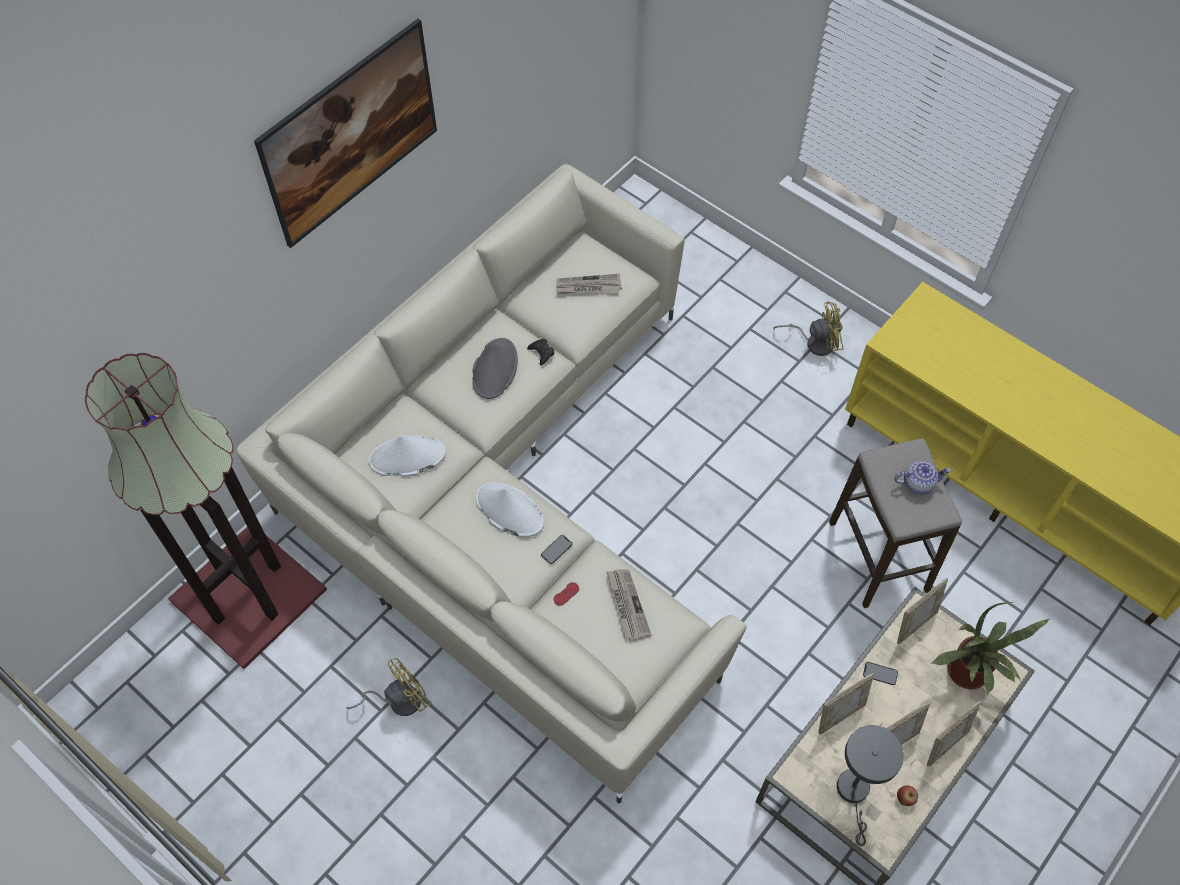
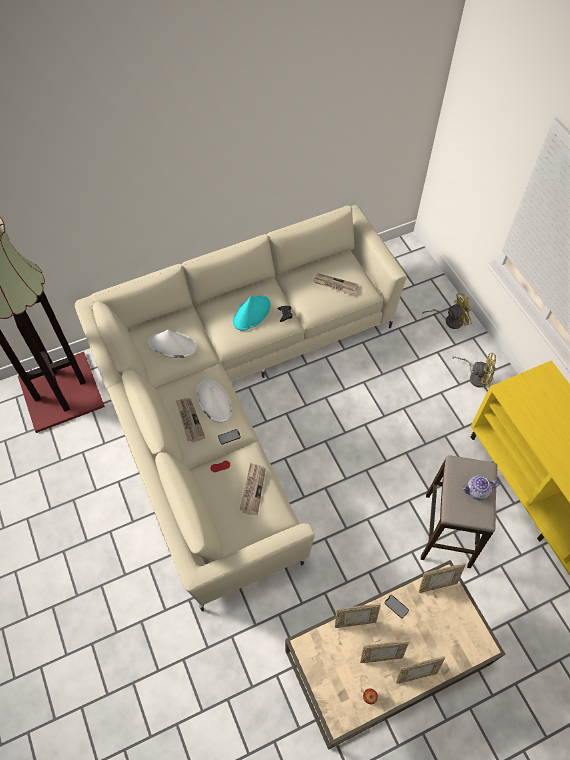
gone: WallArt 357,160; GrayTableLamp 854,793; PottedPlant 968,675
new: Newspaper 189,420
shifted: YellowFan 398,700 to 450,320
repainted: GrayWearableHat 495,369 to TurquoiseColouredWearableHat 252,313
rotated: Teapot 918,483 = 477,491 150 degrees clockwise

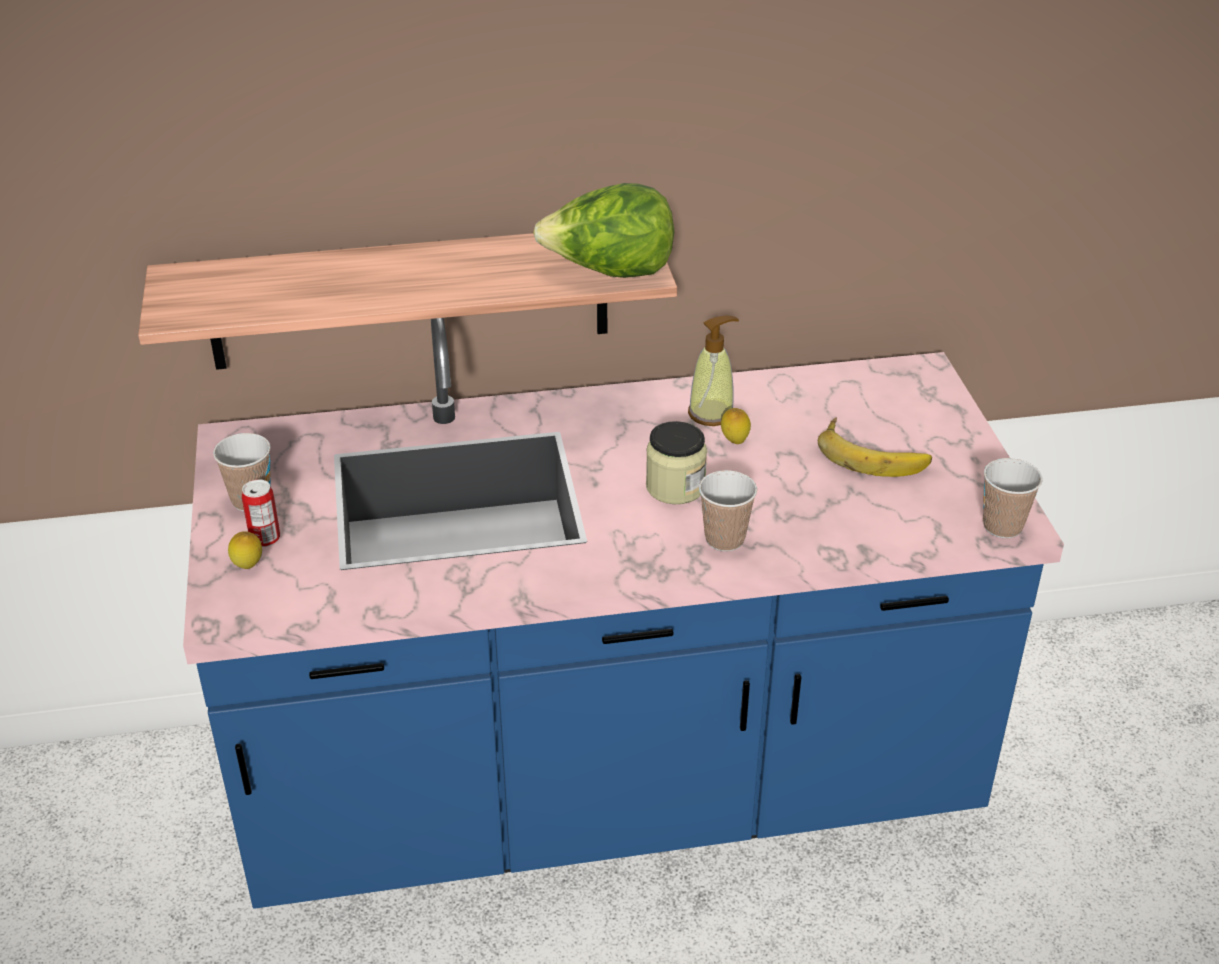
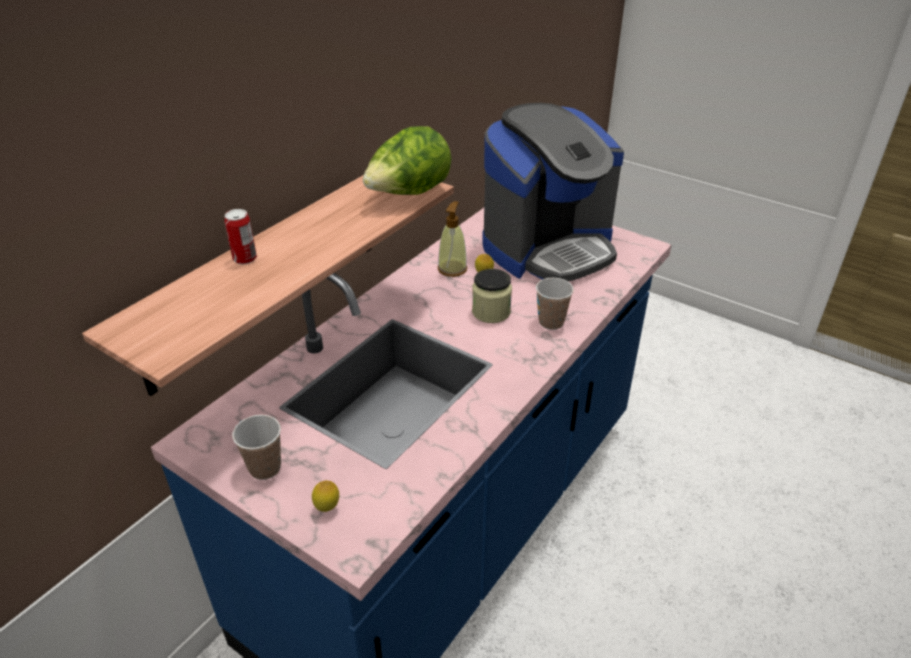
gone: DrinkingCup 1002,526
shifted: SealedCan 265,538 to 245,258
swapped: WholeBanana 873,454 to CoffeeMaker 548,248

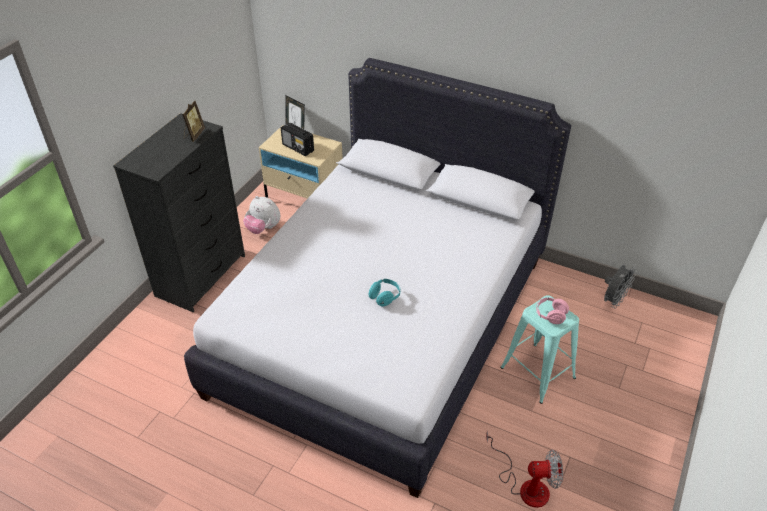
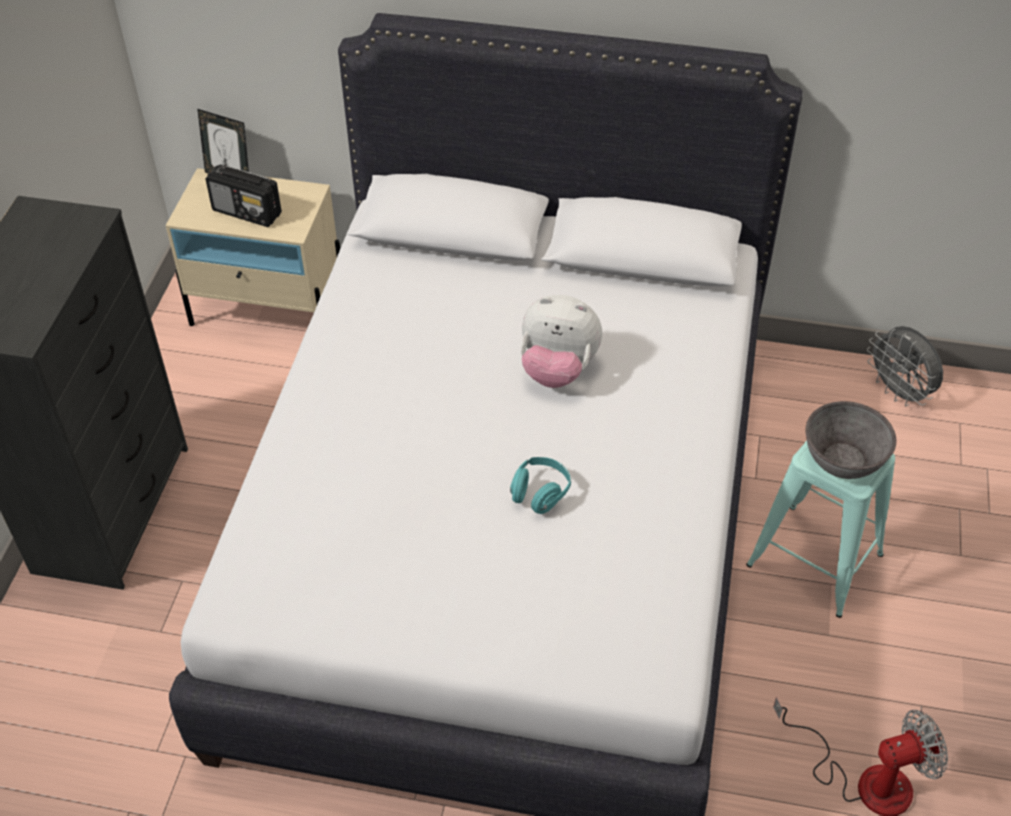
gone: StandingFrame 194,135
shifted: SoftToy 263,228 to 558,370
swapped: PinkColouredHeadphones 550,315 to GrayServingBowl 843,459
rotated: GrayFan 613,300 = 899,392 120 degrees clockwise

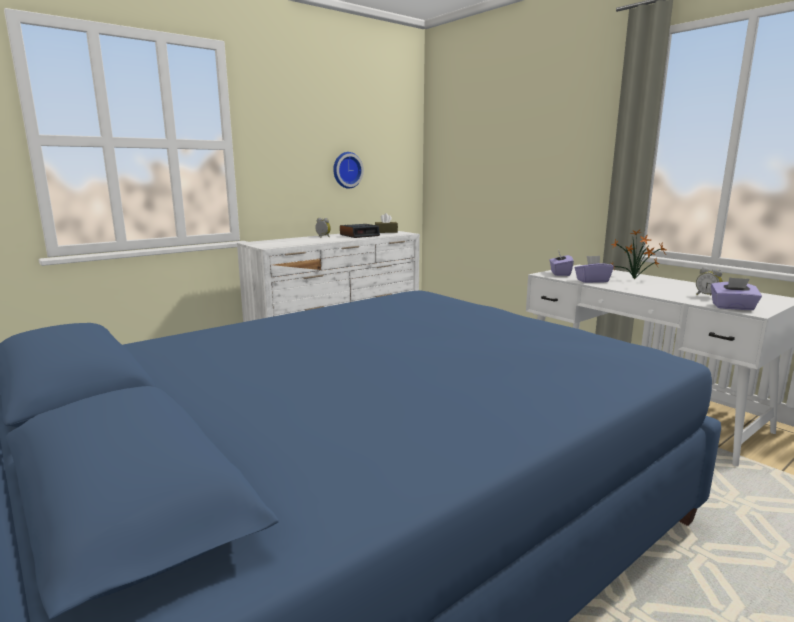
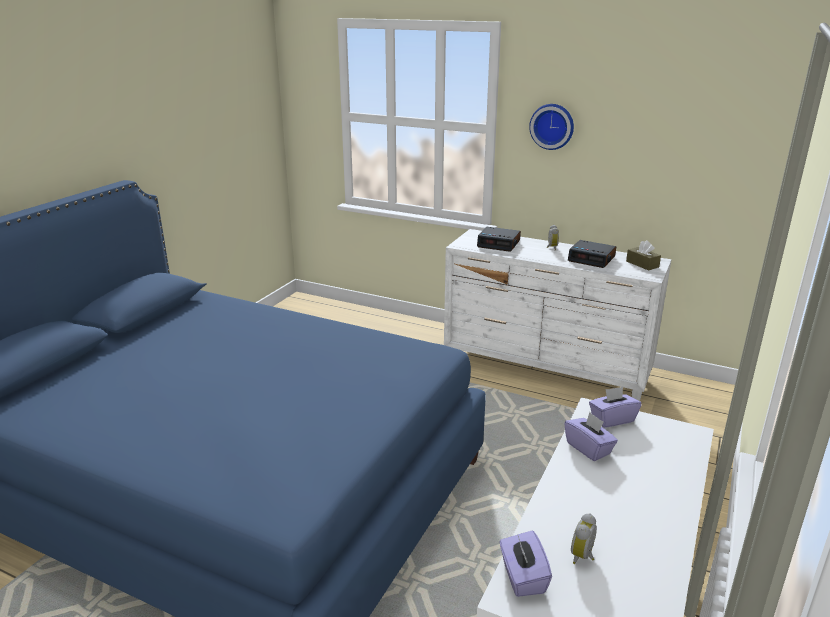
gone: PottedPlant 635,279
new: AlarmClock 499,244
shifted: WallClock 346,170 to 552,126

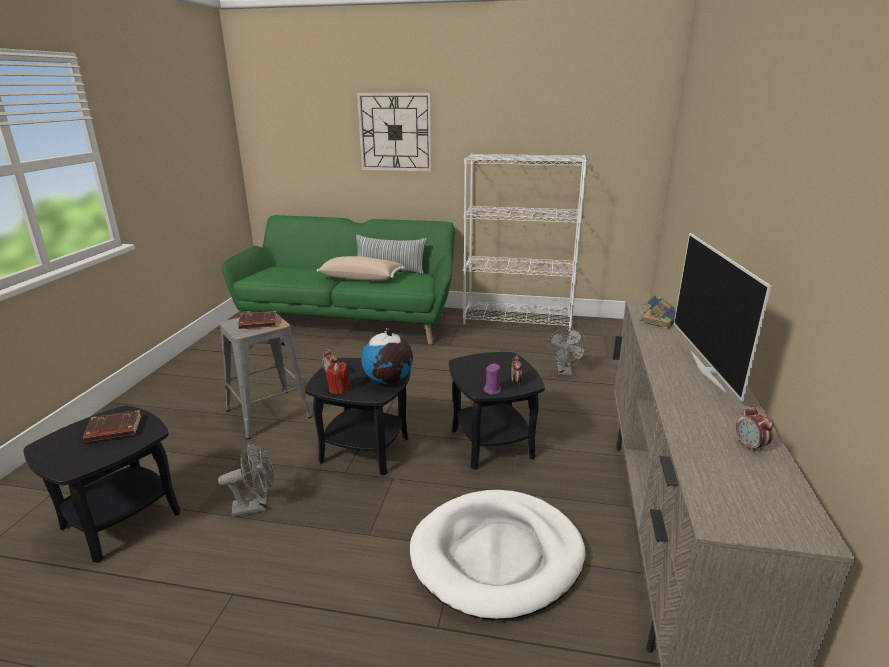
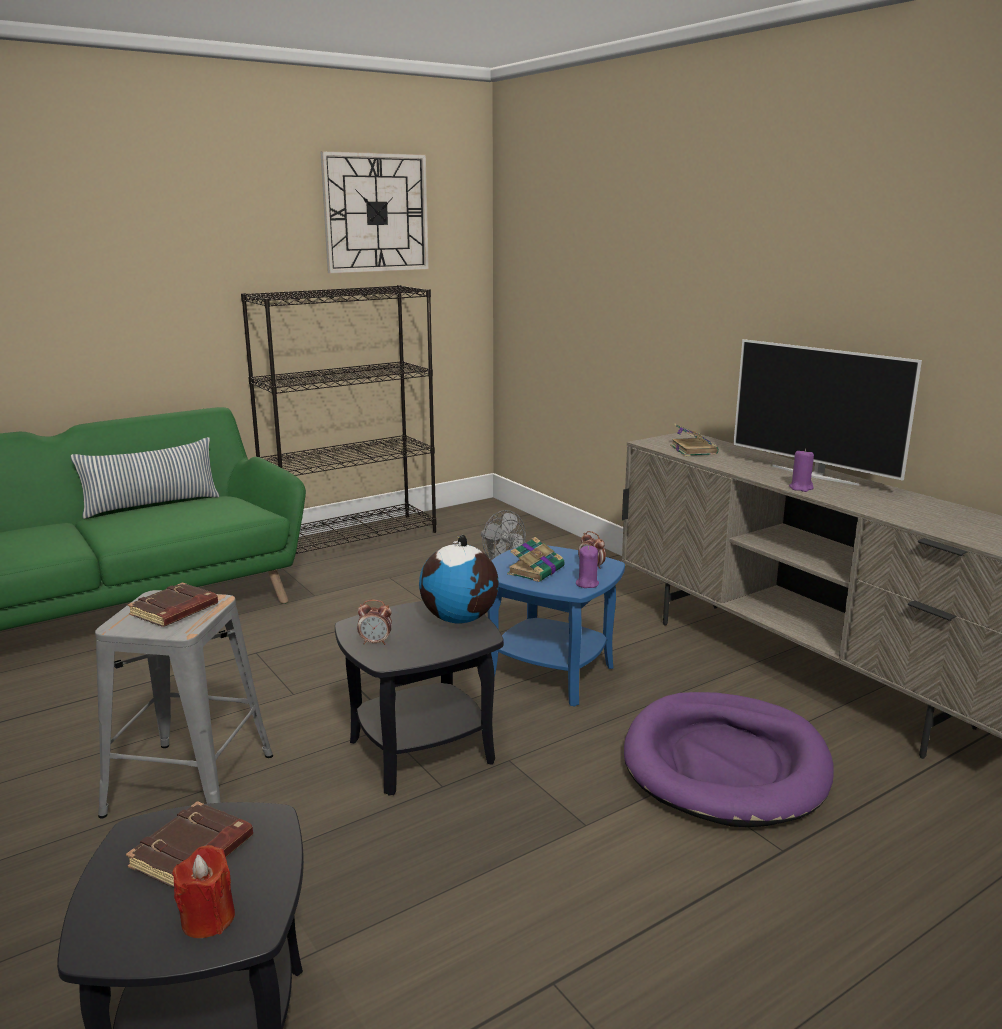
gone: GrayFan 256,506; BeigePillow 361,278; AlarmClock 750,446
new: BoundBook 536,570; PurplishWaxLight 801,488
shifted: RedWaxLight 339,389 to 208,919; WallClock 395,132 to 376,213
repainted: WhiteColouredPetBed 497,556 to PurplishPetBed 725,764; BlackEndTable 492,444 to BlueColouredEndTable 551,674; WhiteColouredShelvingUnit 518,320 to BlackShelvingUnit 352,538

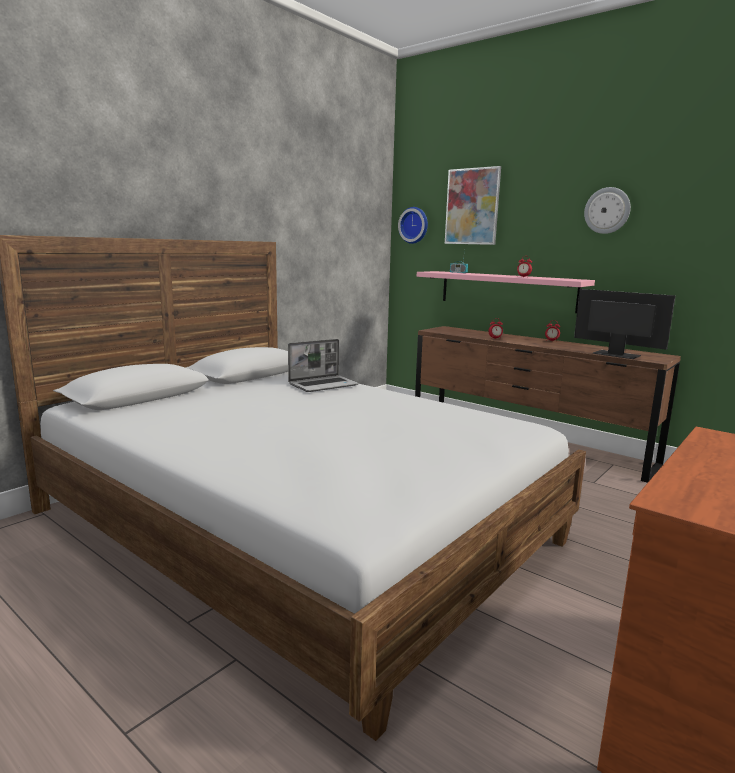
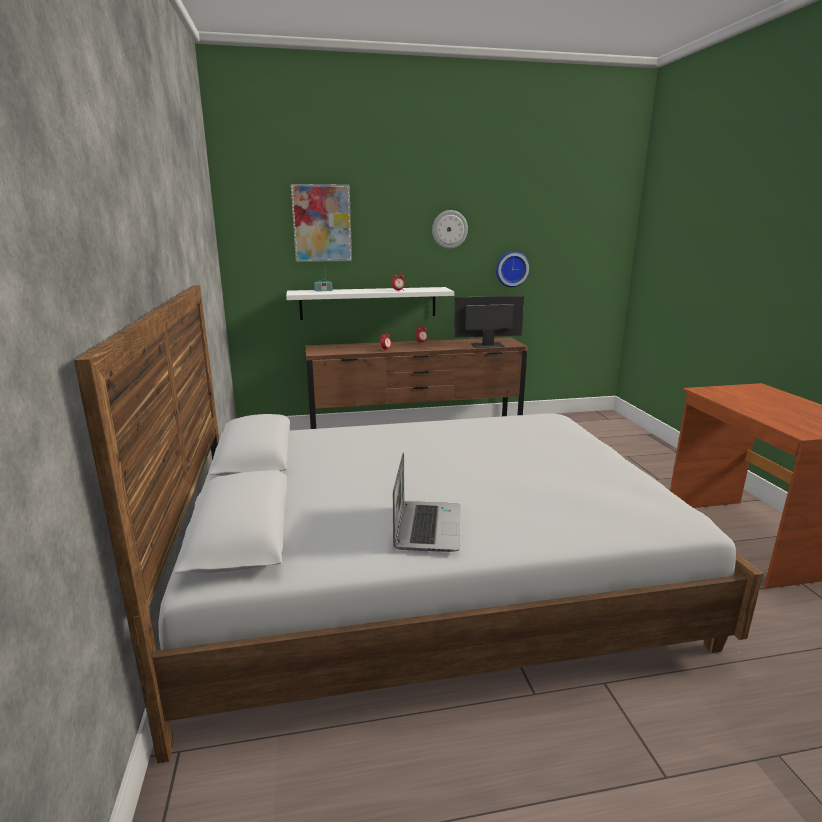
shifted: PortableComputer 324,385 to 426,527; WallClock 414,225 to 511,269
repainted: PinkColouredShelf 506,290 to WhiteColouredShelf 368,303

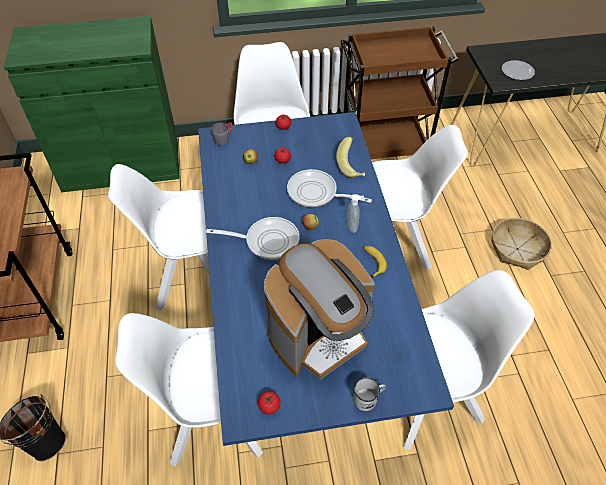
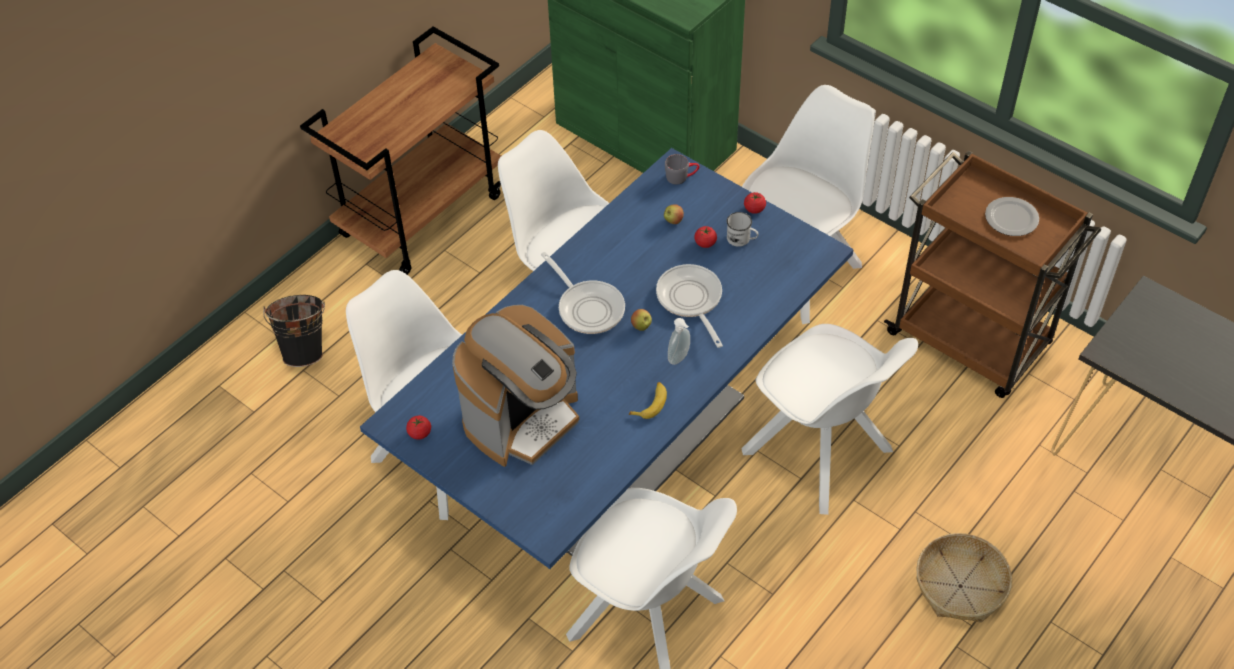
gone: WholeBanana 352,167
shifted: WhiteColouredCoffeeMug 368,398 to 742,239; Plate 517,72 to 1010,218
rotated: CoffeeMaker 319,335 = 523,419 60 degrees counterclockwise

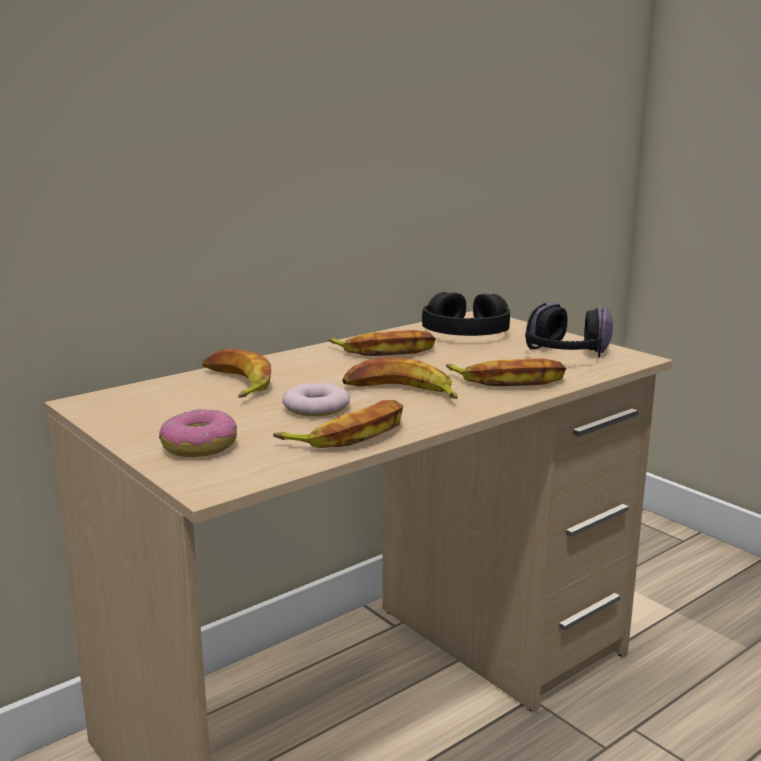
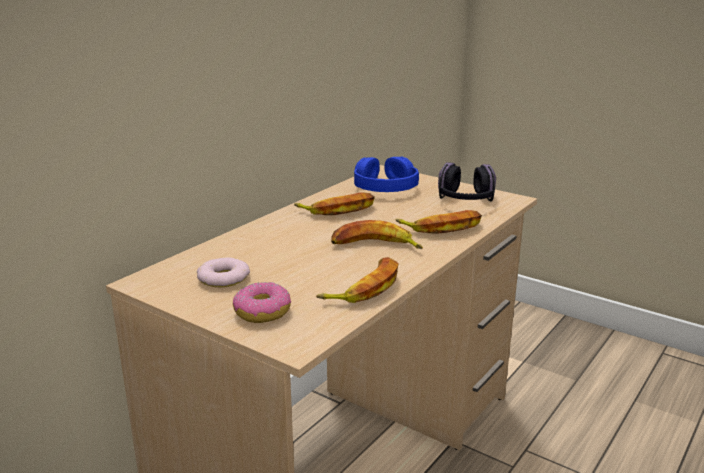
gone: WholeBanana 235,384
shifted: Doughnut 316,407 to 223,278
repainted: BlackHeadphones 466,333 to BlueColouredHeadphones 385,187

